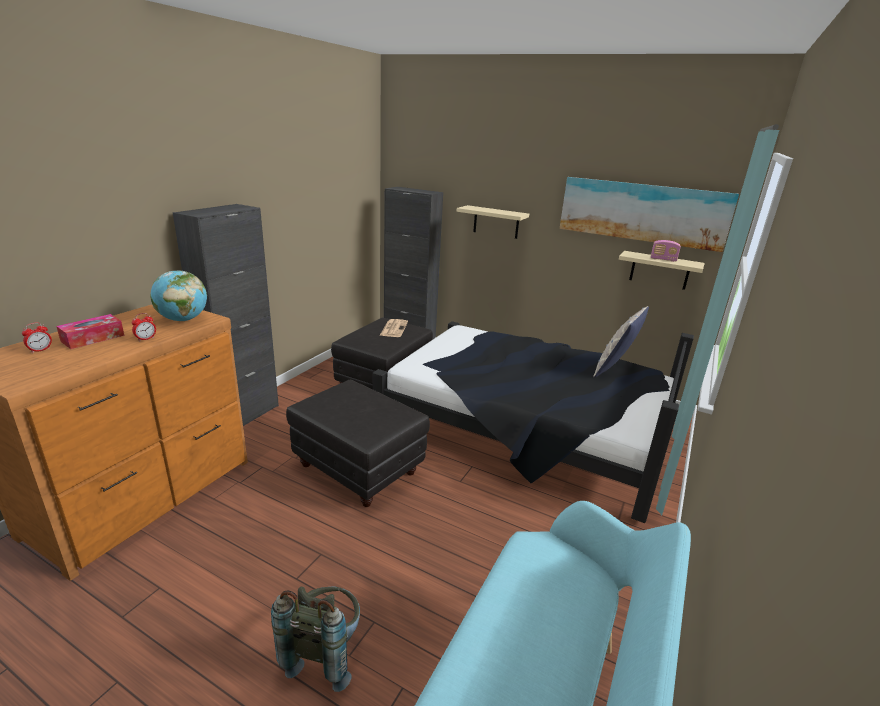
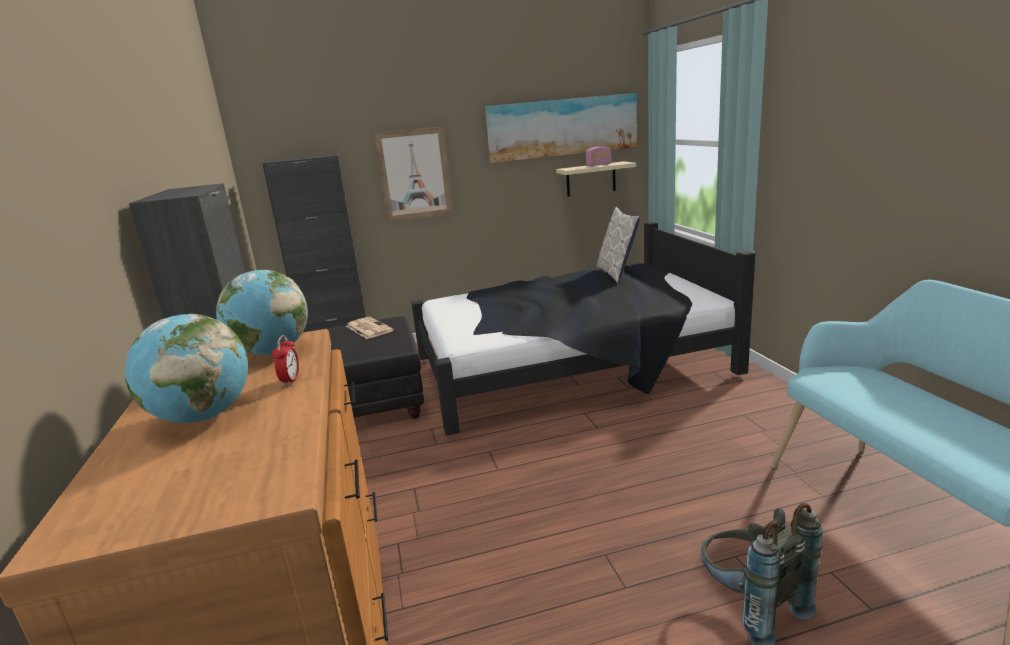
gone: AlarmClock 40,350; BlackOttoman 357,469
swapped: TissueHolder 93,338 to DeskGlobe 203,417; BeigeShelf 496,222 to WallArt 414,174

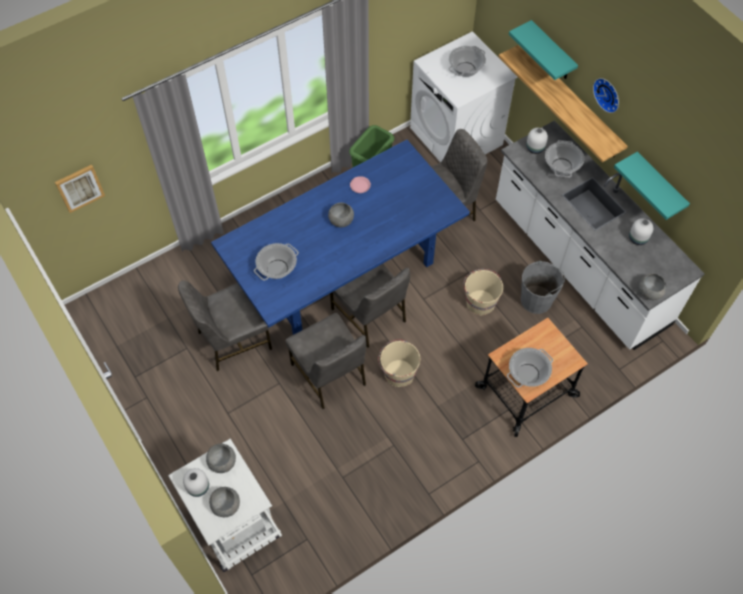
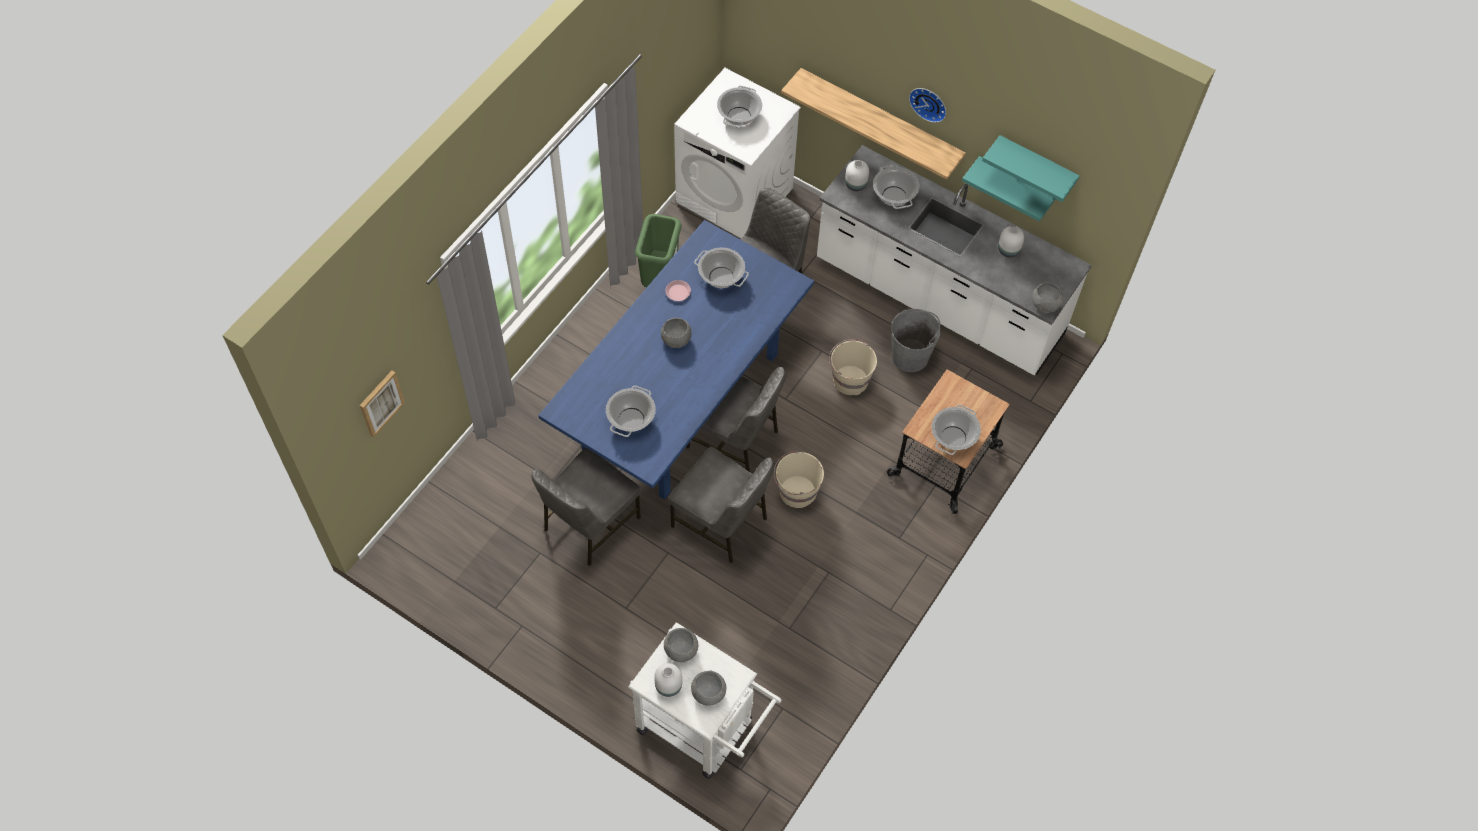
new: Saucepot 721,277
shifted: TurquoiseColouredShelf 552,52 to 1036,166

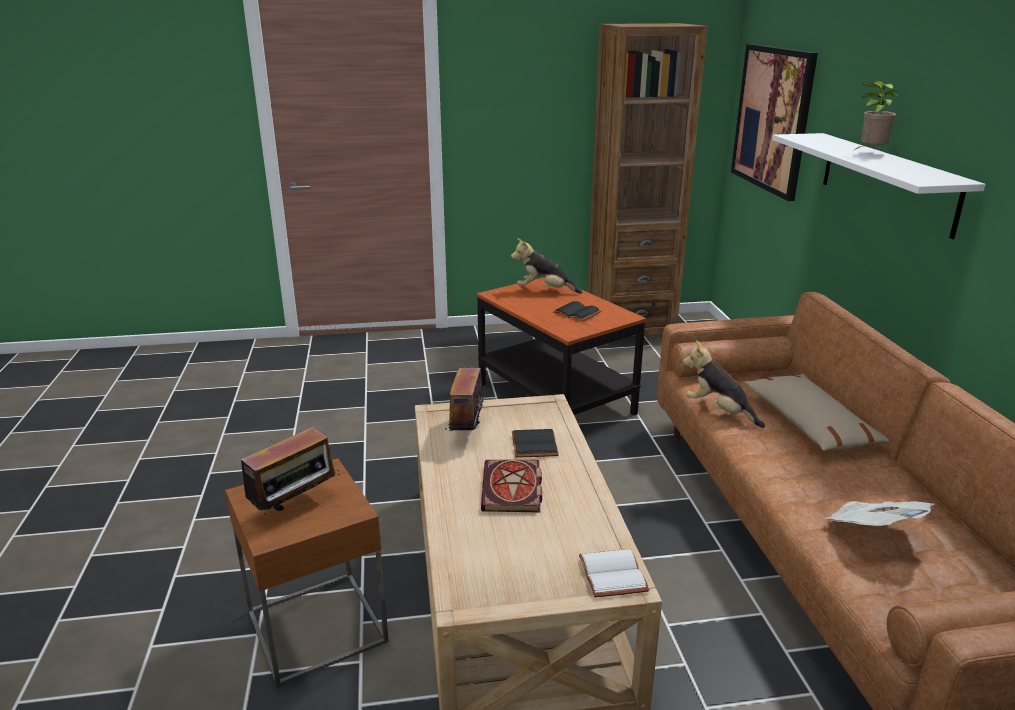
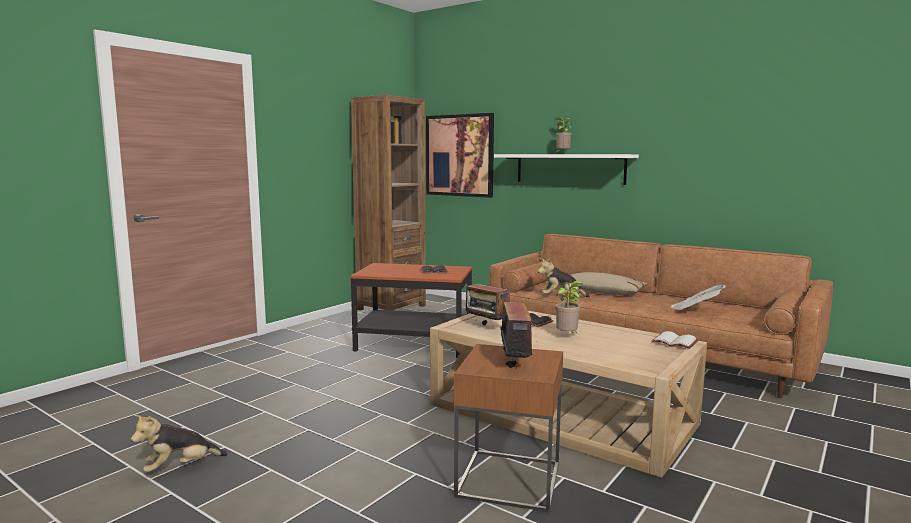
shifted: SoftToy 544,291 to 180,467
swapped: BoundBook 513,490 to PottedPlant 568,336

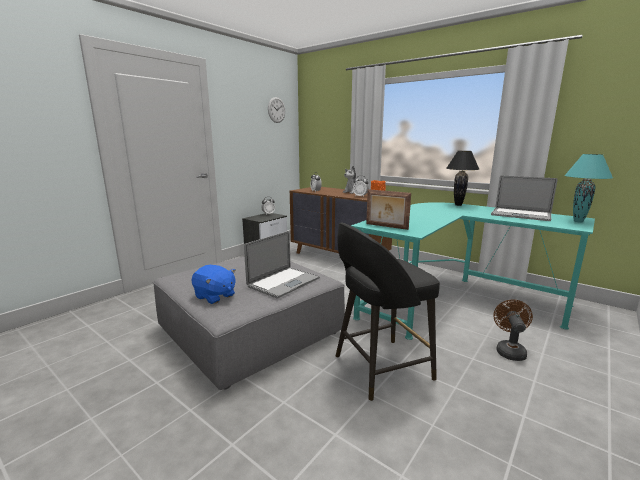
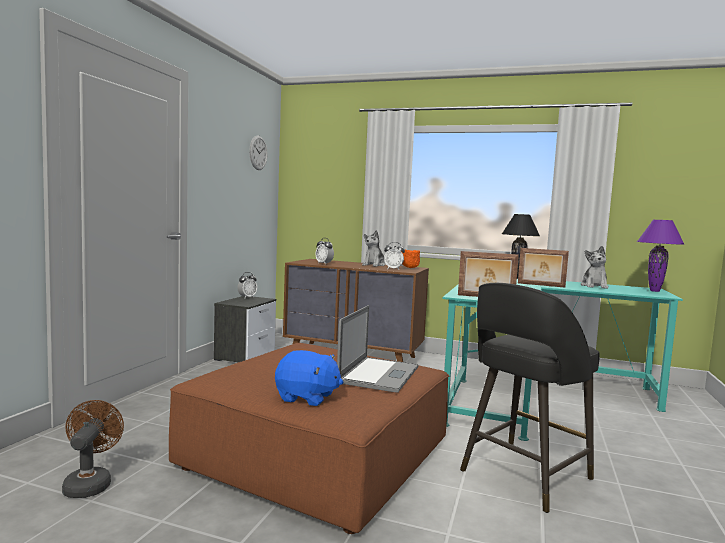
new: StandingFrame 541,285
shifted: BrownColouredFan 509,350 to 90,483
swapped: PortableComputer 520,215 to SoftToy 594,286
repainted: GrayOttoman 250,330 to BrownColouredOttoman 318,454; TurquoiseColouredTableLamp 577,221 to PurplishTableLamp 654,291

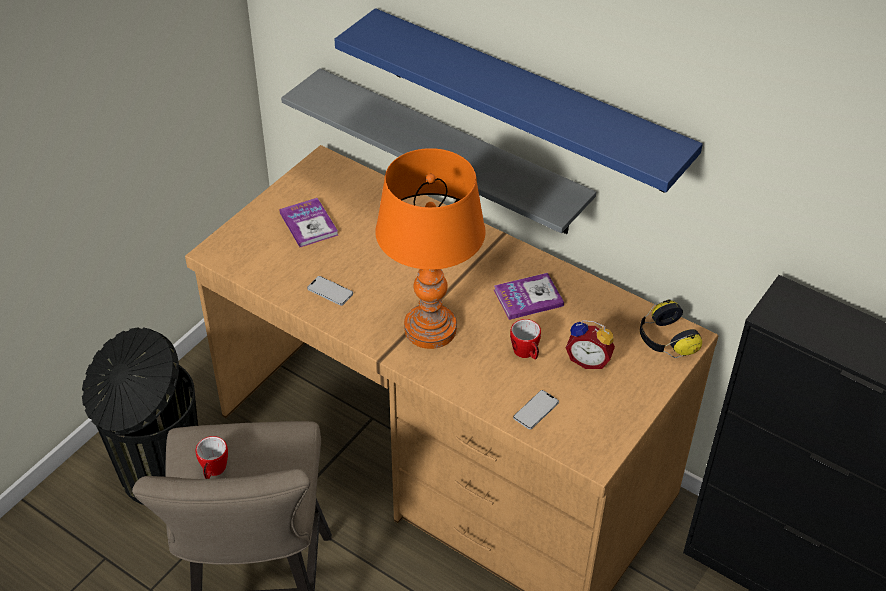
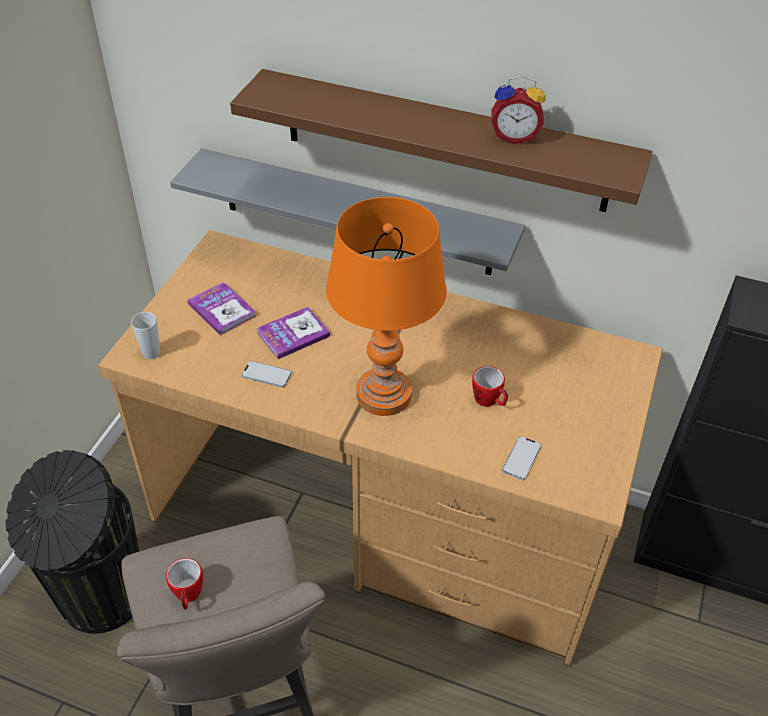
gone: Headphones 665,340
new: DrinkingCup 151,353
shifted: BoundBook 528,298 to 293,334; AlarmClock 589,360 to 514,136
repainted: BlueColouredShelf 527,101 to BrownColouredShelf 444,141

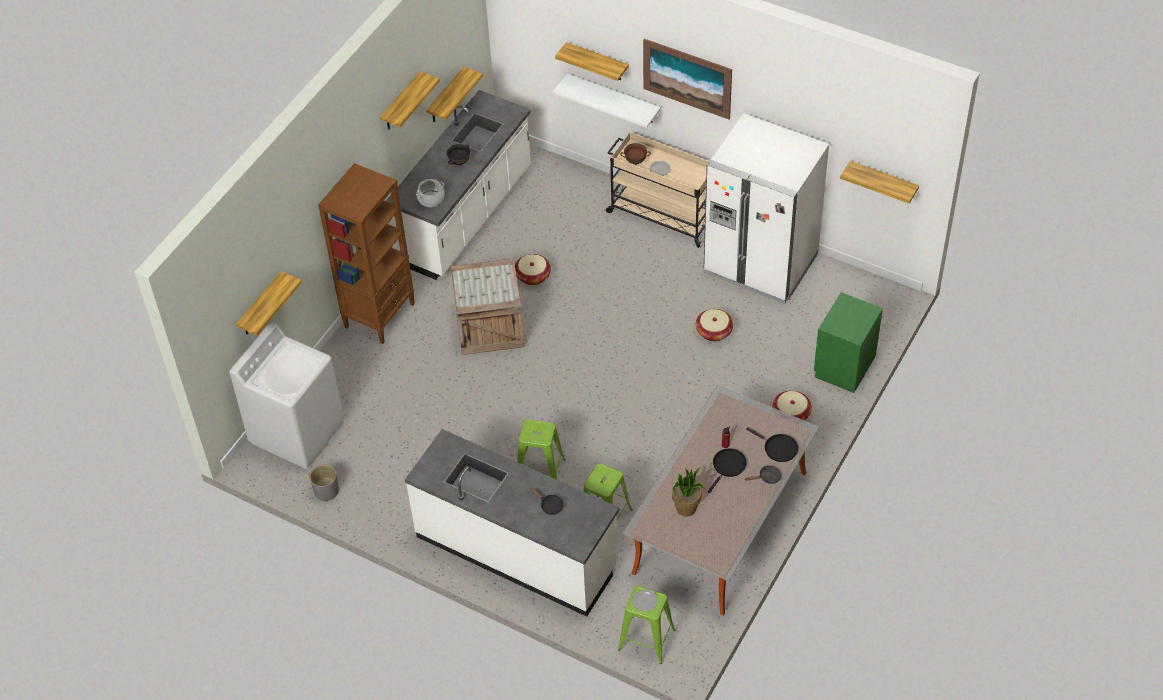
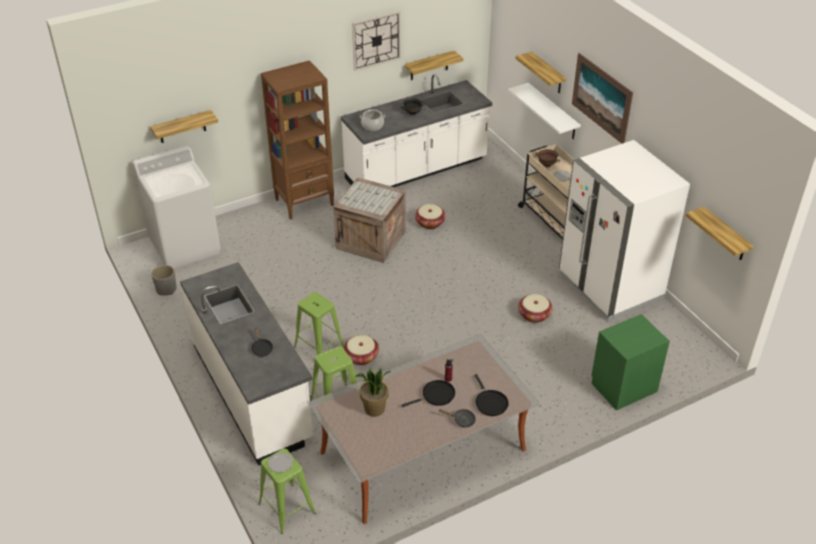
shifted: StorageBasket 791,414 to 361,356
swapped: Shelf 401,103 to WallClock 376,40

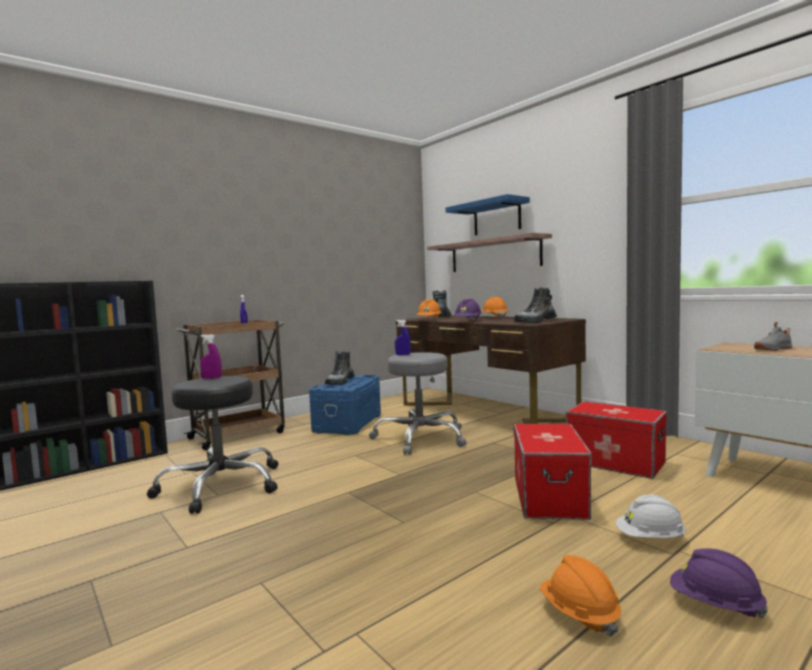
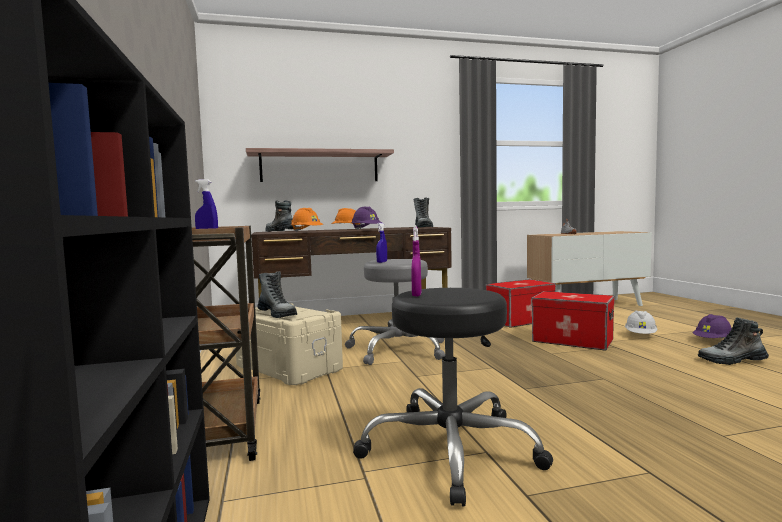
gone: BlueColouredShelf 497,218
swapped: OrangeColouredHardHat 579,614 to TallBoot 732,361
repainted: BlueColouredStorageBox 348,423 to BeigeStorageBox 289,367

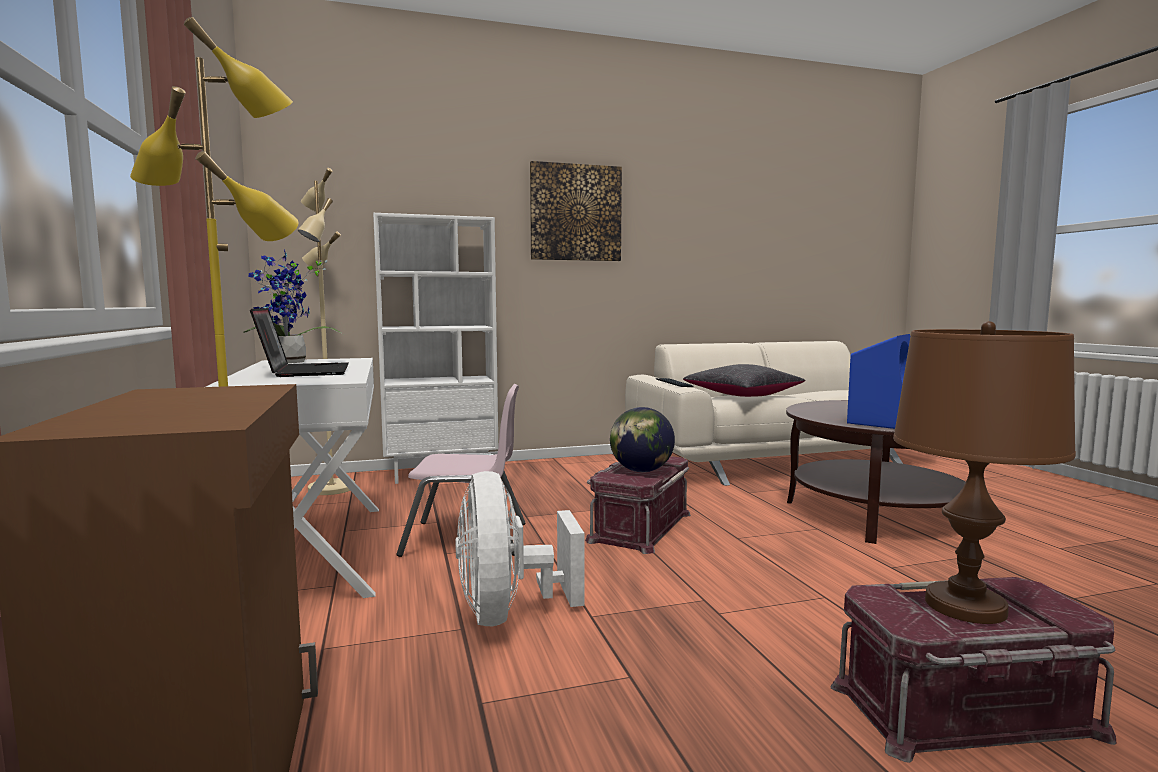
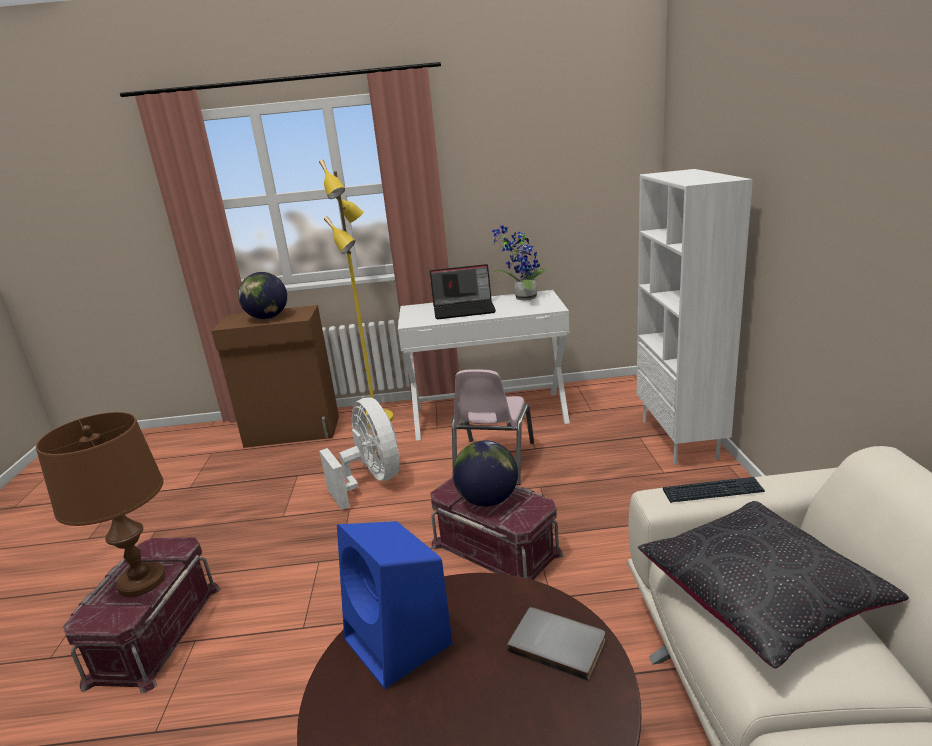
gone: BeigeFloorLamp 330,488; WallArt 575,213
new: DeskGlobe 268,318; GrayBoundBook 558,643
rotated: WhiteColouredFan 508,613 = 371,480 60 degrees clockwise

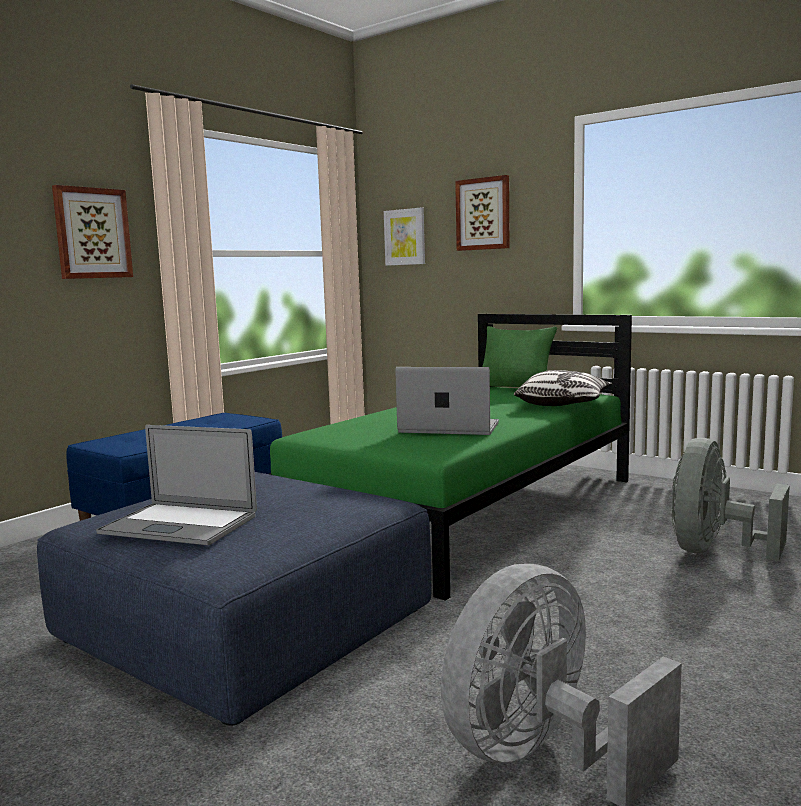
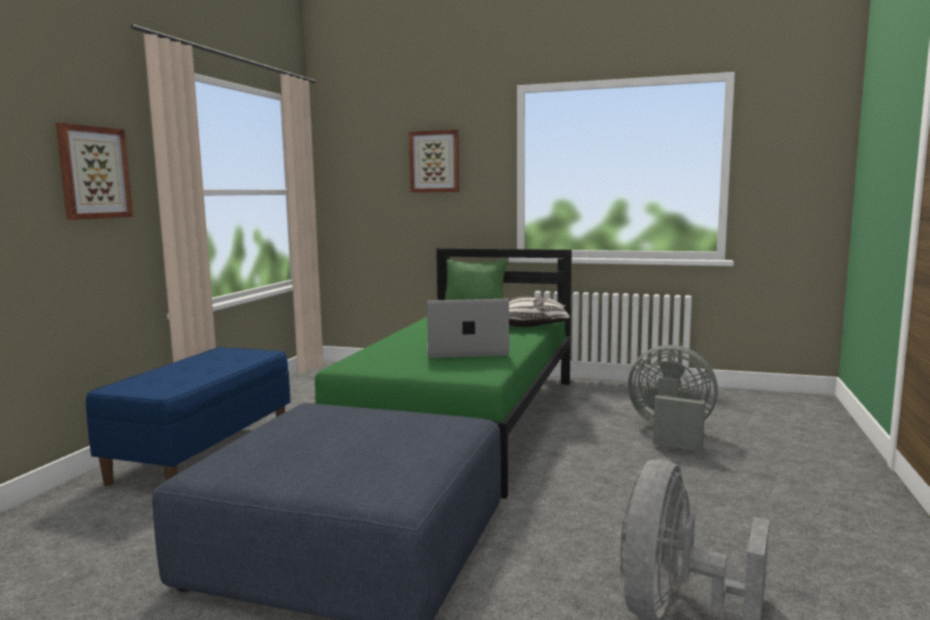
gone: PortableComputer 179,524; WallArt 405,237
rotated: GrayFan 714,551 = 670,433 105 degrees clockwise

